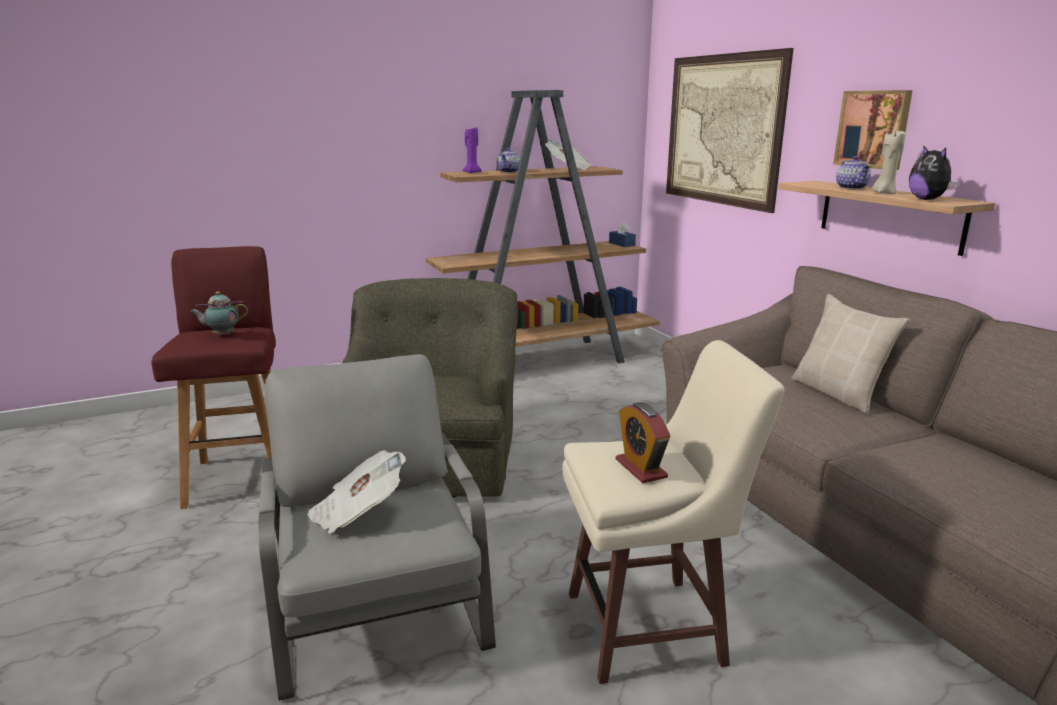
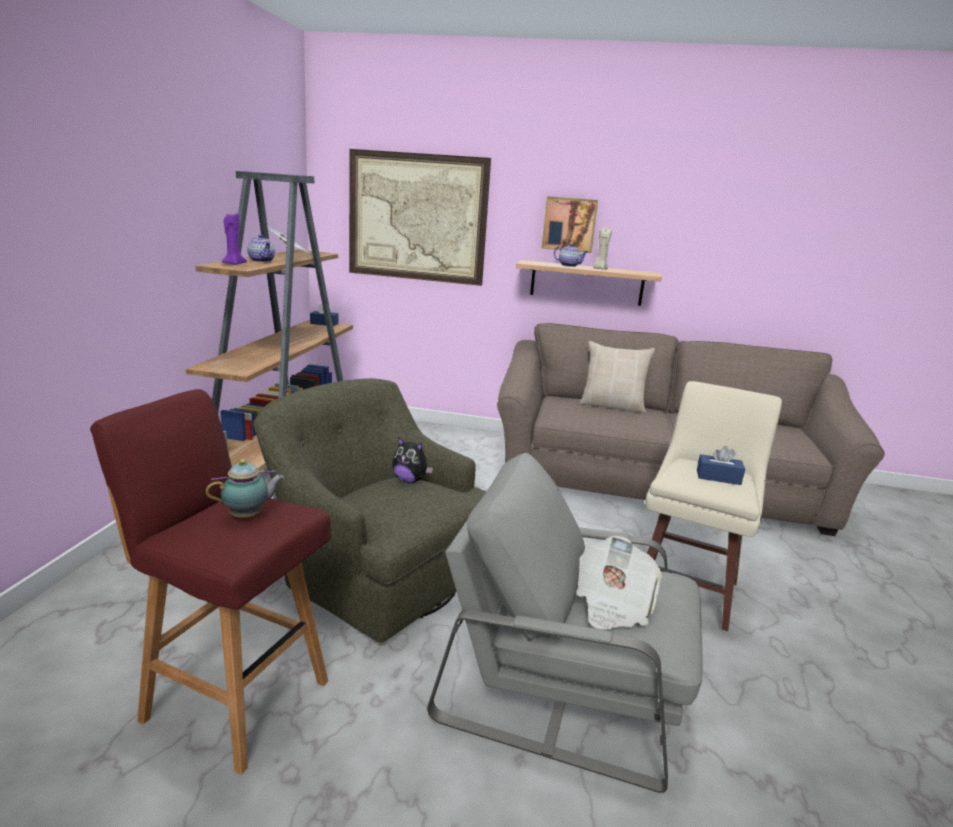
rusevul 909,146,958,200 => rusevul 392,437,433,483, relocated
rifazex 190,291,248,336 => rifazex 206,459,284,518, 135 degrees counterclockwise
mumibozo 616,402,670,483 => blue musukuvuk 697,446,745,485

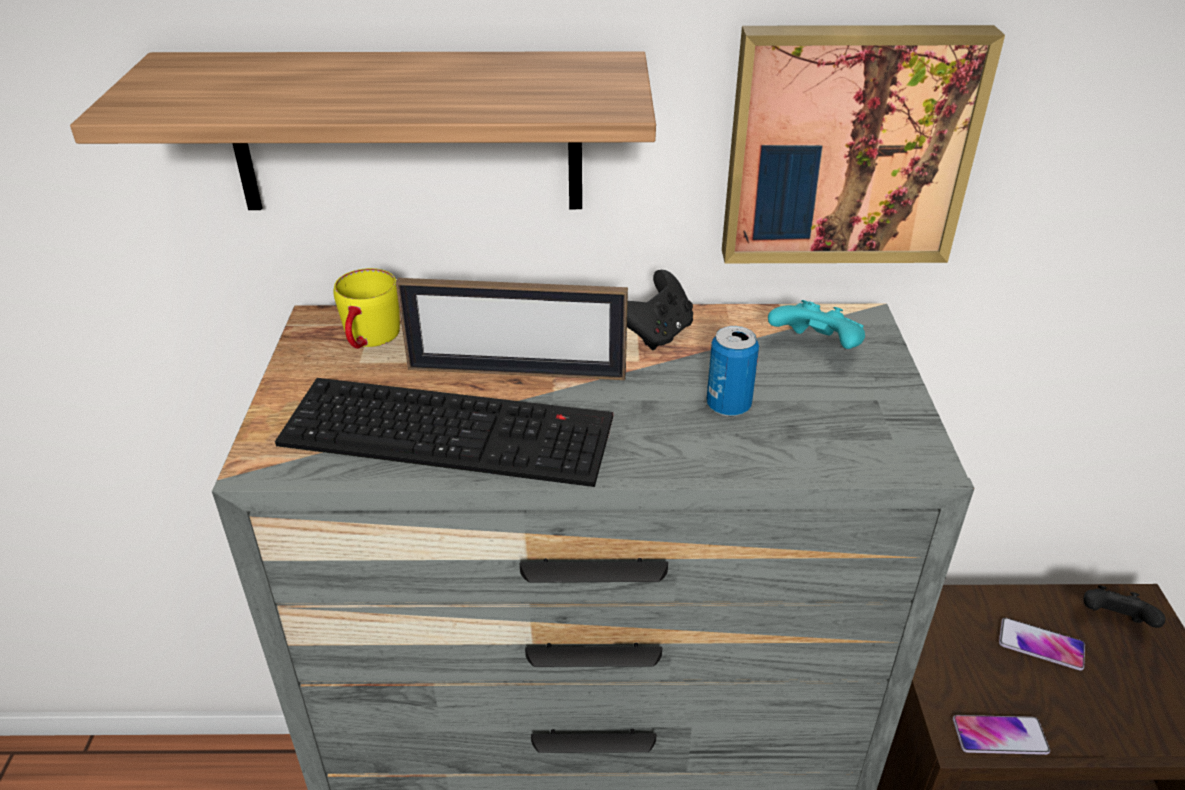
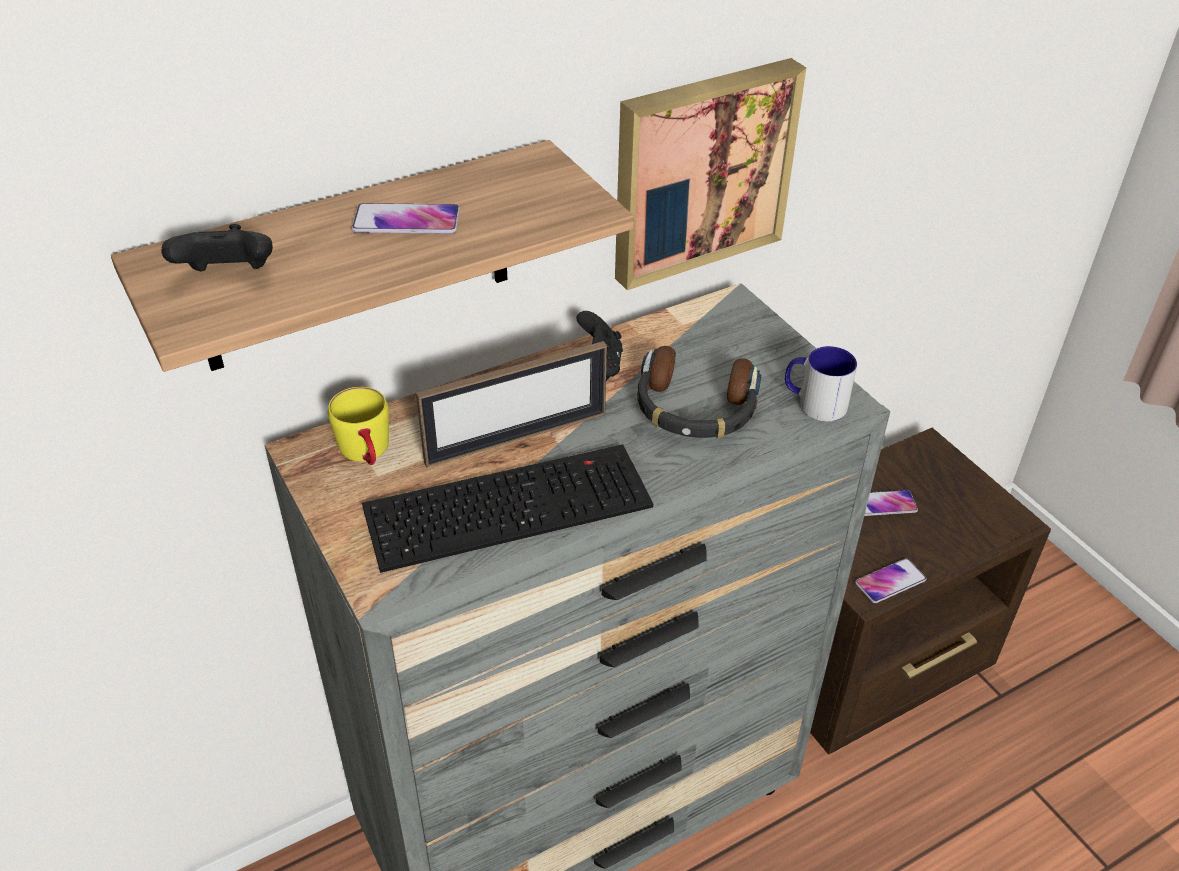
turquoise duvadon 768,300,865,349 => nothing
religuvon 707,326,759,416 => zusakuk 637,346,761,438
black duvadon 1083,585,1165,628 => black duvadon 161,224,273,271, relocated
nothing => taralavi 352,203,460,234
nothing => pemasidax 785,346,857,422

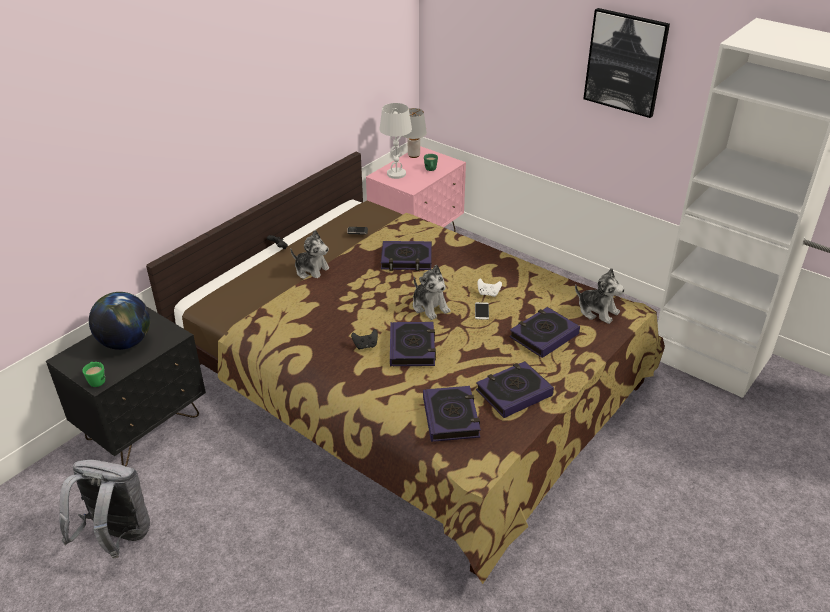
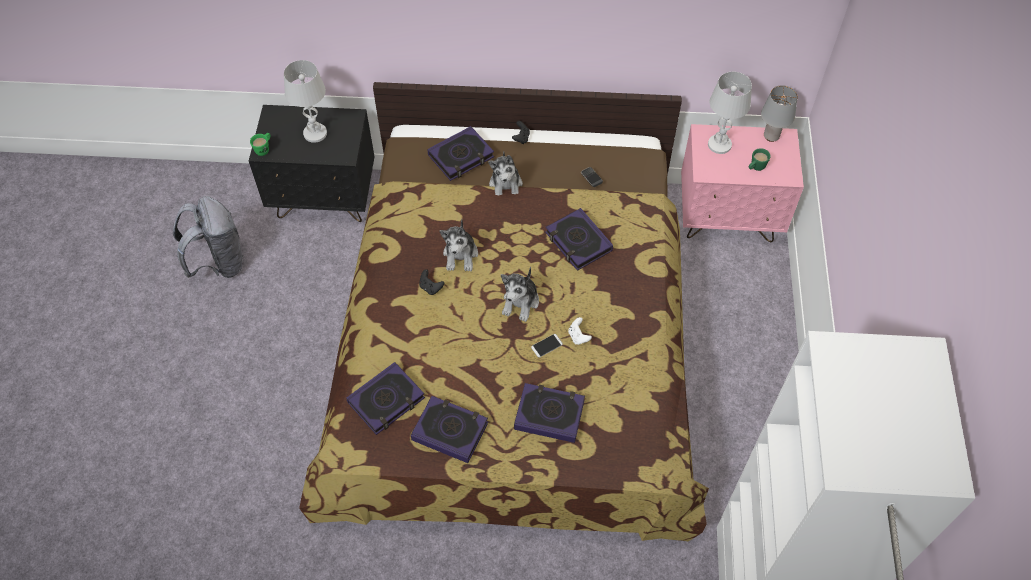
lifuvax 583,8,670,118 => nothing
rusevul 575,268,625,324 => rusevul 440,219,478,272, relocated
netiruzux 89,292,150,350 => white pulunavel 284,60,327,143
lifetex 390,322,436,366 => lifetex 428,126,494,181, relocated

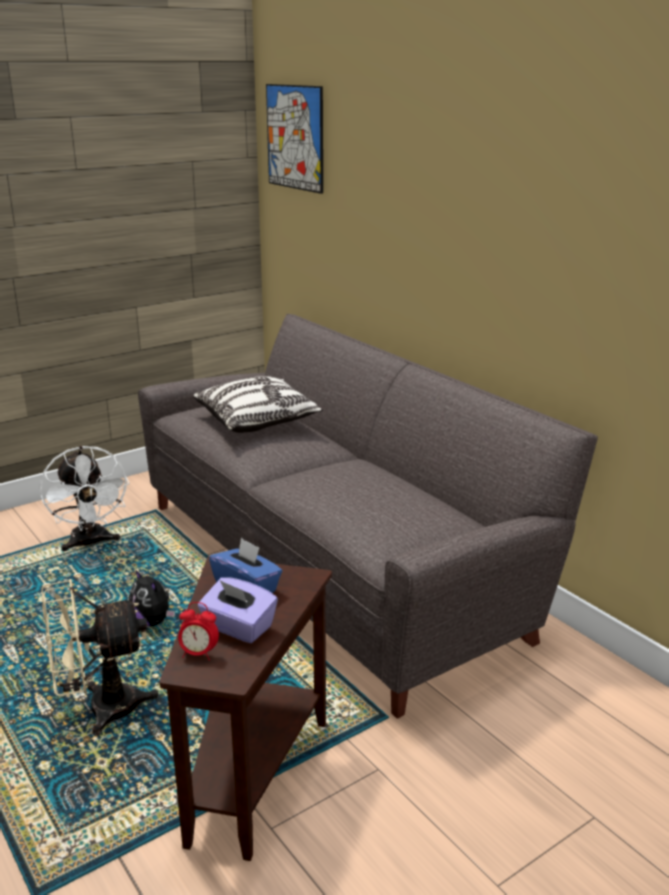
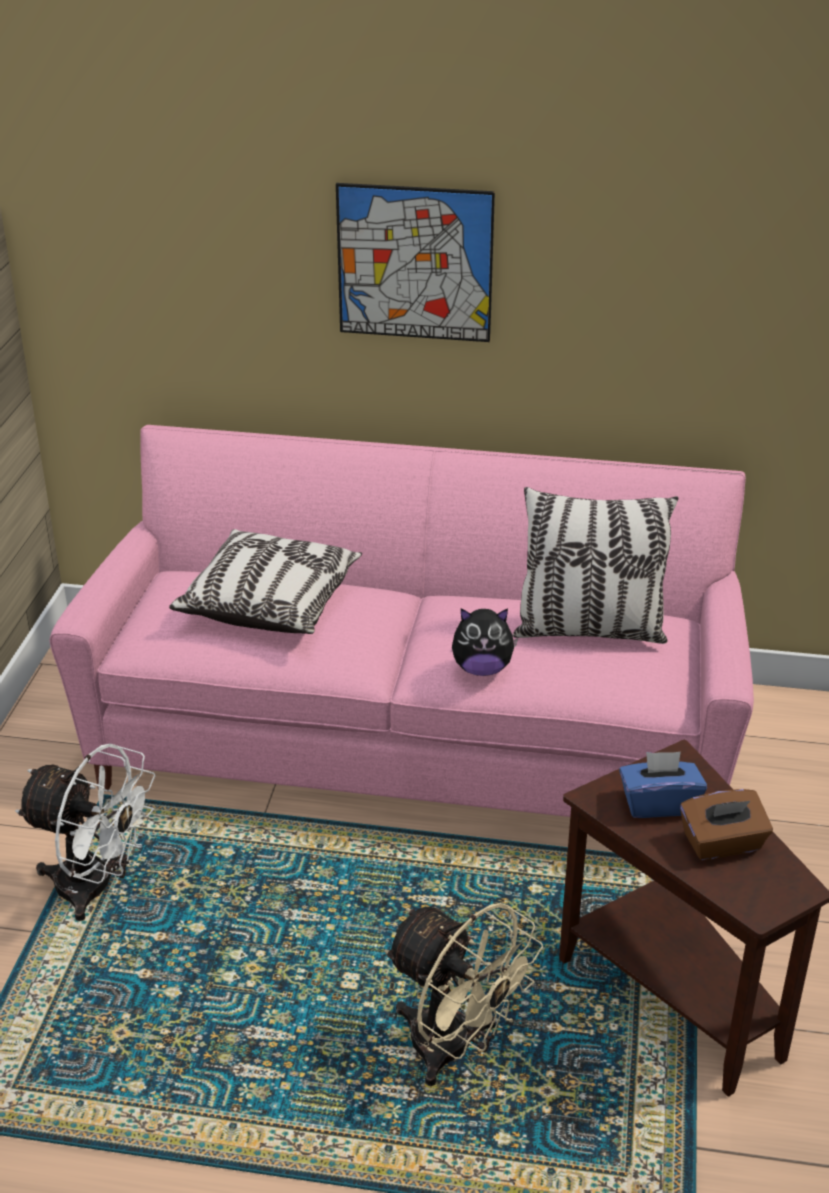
lifuvax 266,84,323,194 => lifuvax 336,183,495,342, relocated
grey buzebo 138,314,598,719 => pink buzebo 50,425,754,817
rusevul 129,569,175,626 => rusevul 452,609,518,676, relocated
purple musukuvuk 198,578,278,643 => brown musukuvuk 680,789,773,860
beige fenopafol 41,579,159,736 => beige fenopafol 384,903,543,1086, 75 degrees counterclockwise
mumibozo 178,602,219,661 => nothing
nothing => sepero 513,487,678,644

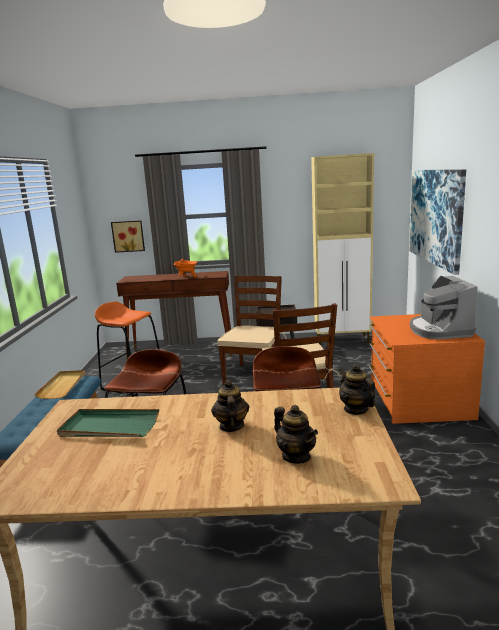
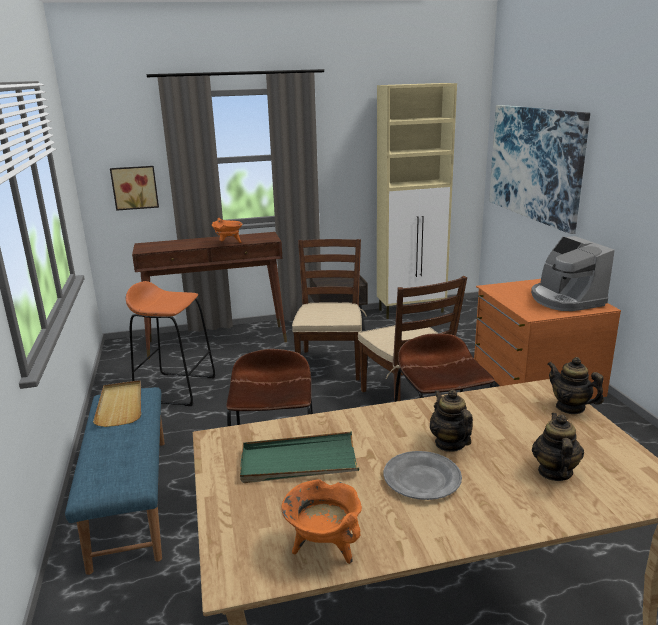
rifazex 274,405,318,464 => rifazex 532,413,584,481, 120 degrees counterclockwise
nothing => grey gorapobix 384,451,462,500
nothing => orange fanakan 281,479,362,564

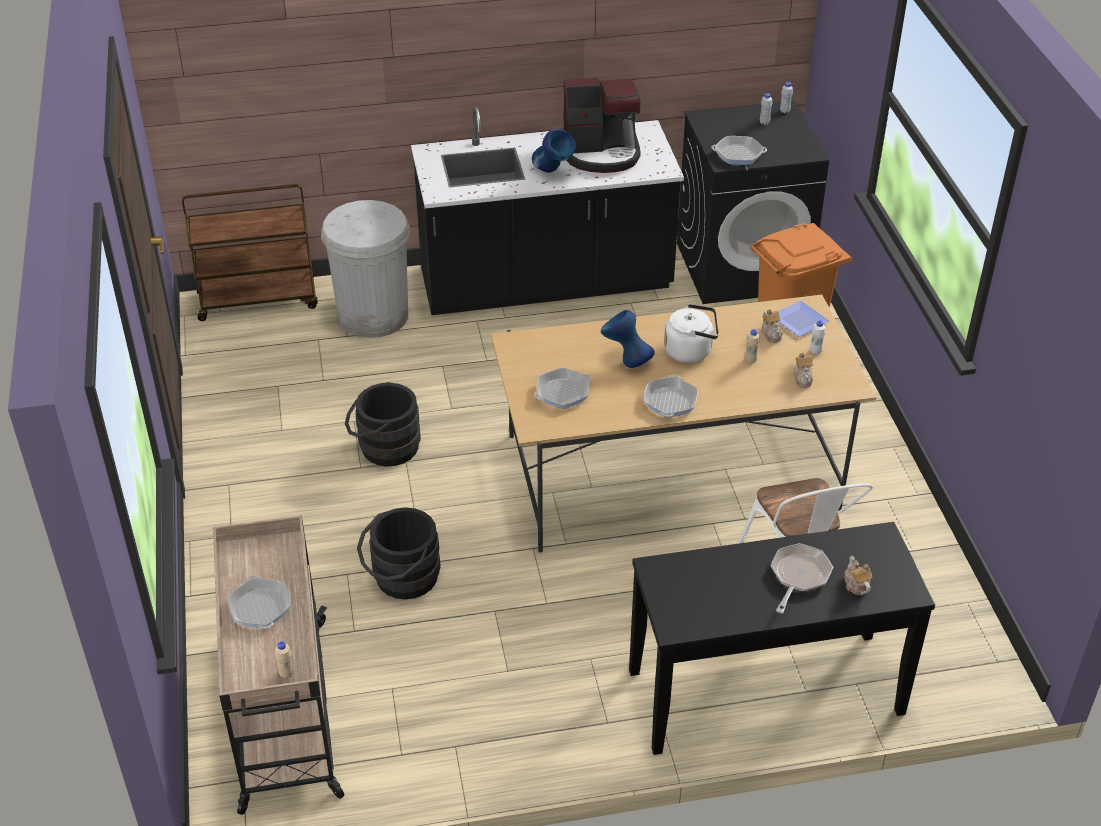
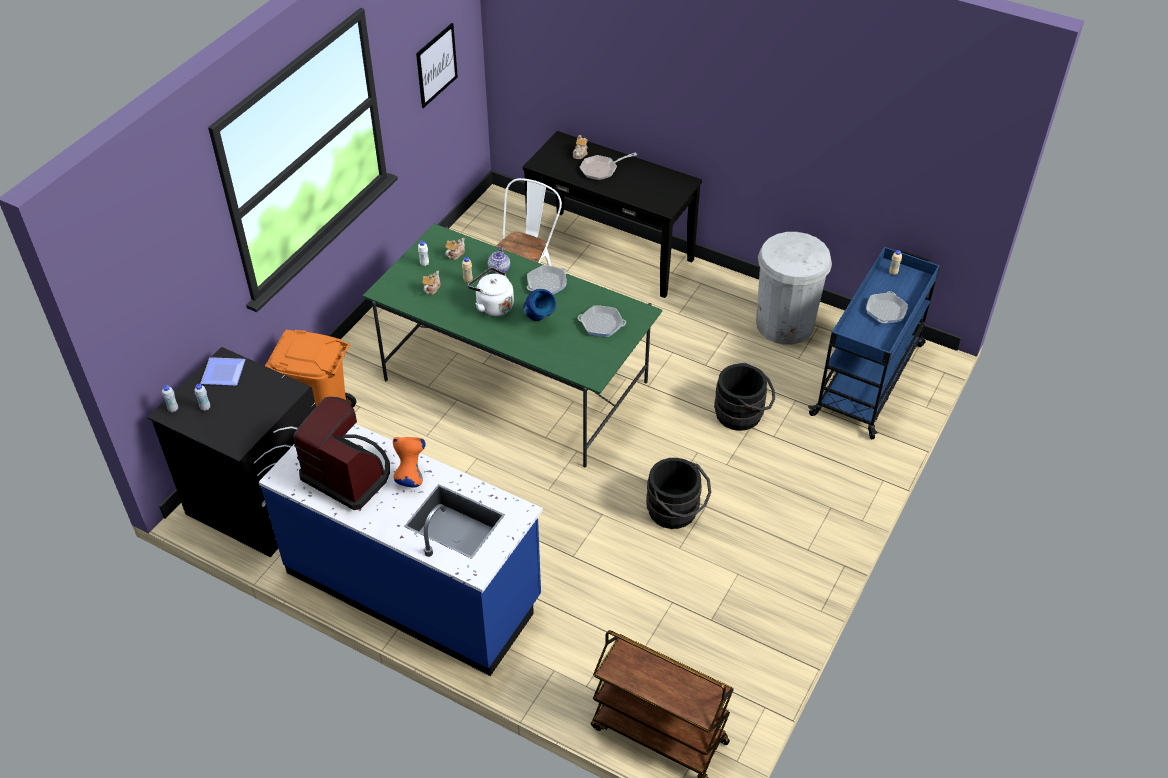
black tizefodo 411,106,684,315 => blue tizefodo 259,424,543,676
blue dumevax 532,129,576,173 => orange dumevax 393,437,425,487
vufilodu 711,136,767,165 => nothing
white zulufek 321,200,410,338 => white zulufek 756,232,832,345, relocated
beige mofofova 491,295,876,552 => green mofofova 363,224,662,467
gorapobix 778,300,830,337 => gorapobix 200,357,246,386, relocated
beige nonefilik 213,515,344,815 => blue nonefilik 808,247,940,439
nothing => lifuvax 416,23,458,108
nothing => rifazex 488,246,510,274

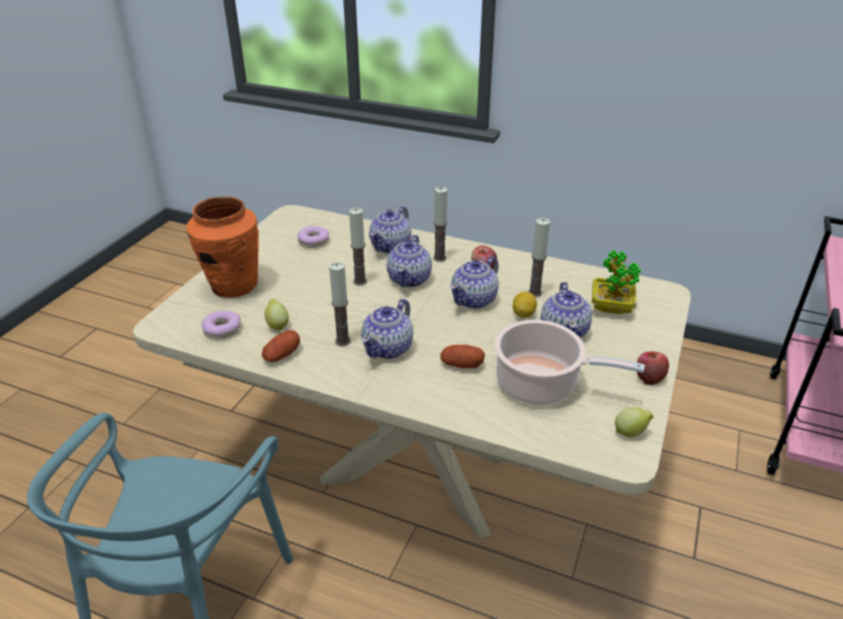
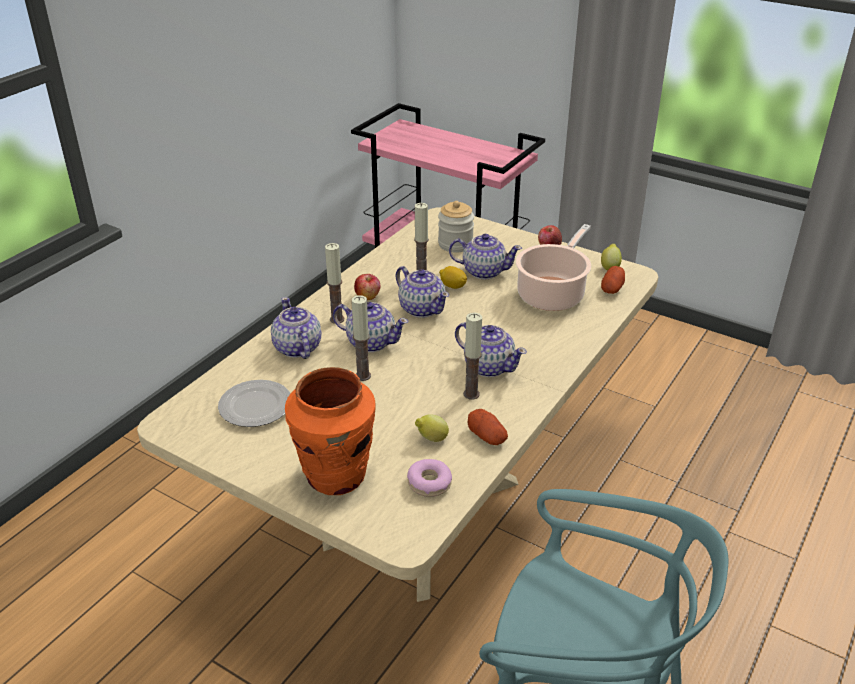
rifazex 369,206,411,254 => rifazex 271,297,321,359, 150 degrees counterclockwise
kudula 297,226,329,248 => gorapobix 218,380,290,427
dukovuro 592,250,641,314 => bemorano 438,201,474,253
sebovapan 441,345,485,368 => sebovapan 601,266,625,294, relocated

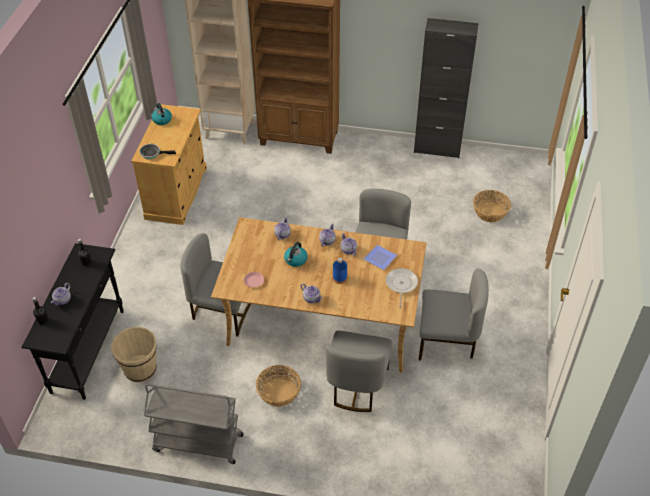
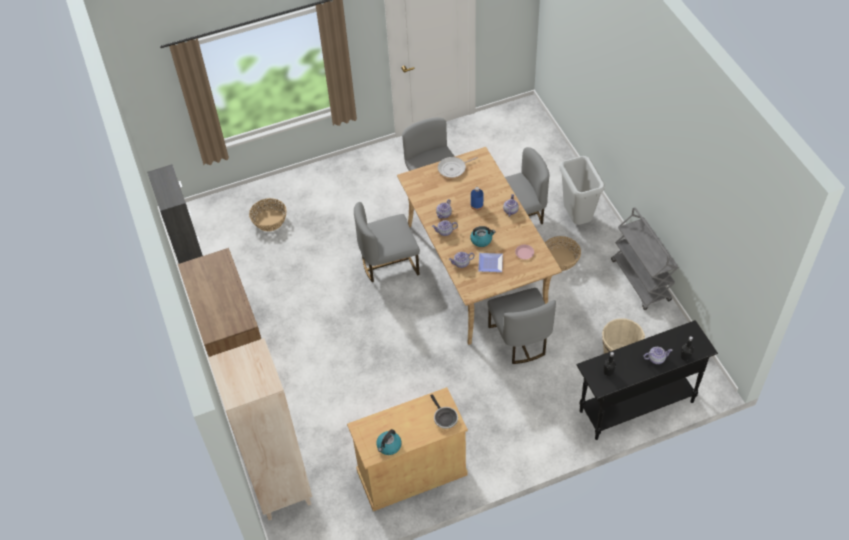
gorapobix 364,245,397,270 => gorapobix 478,253,503,272, relocated
nothing => grey zulufek 560,156,605,225

